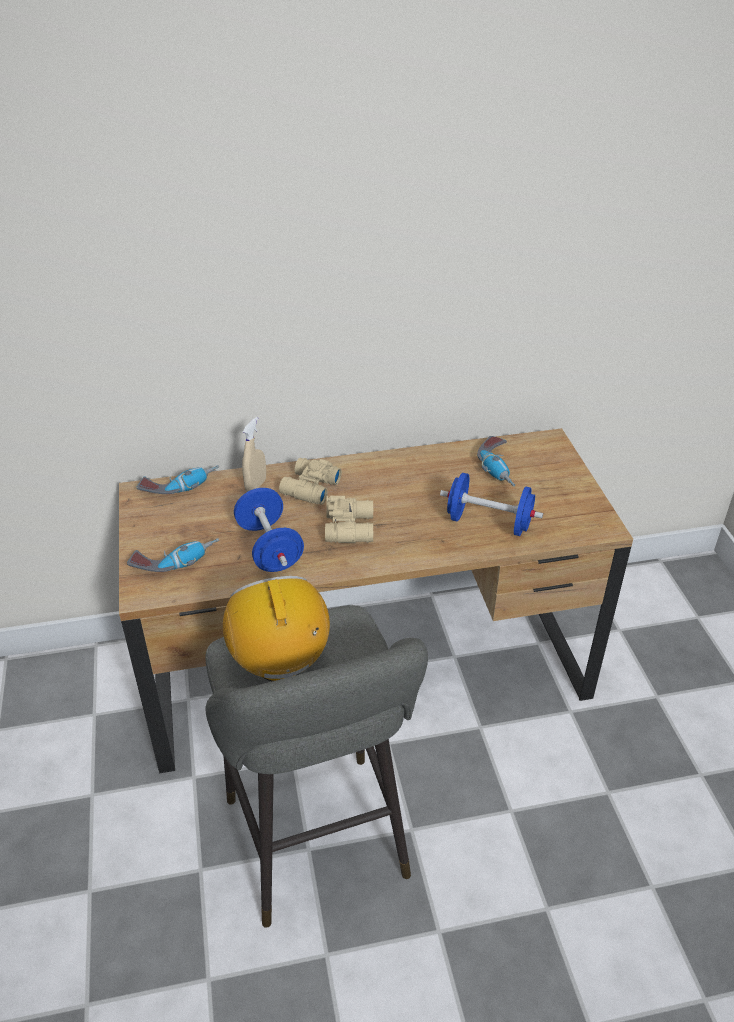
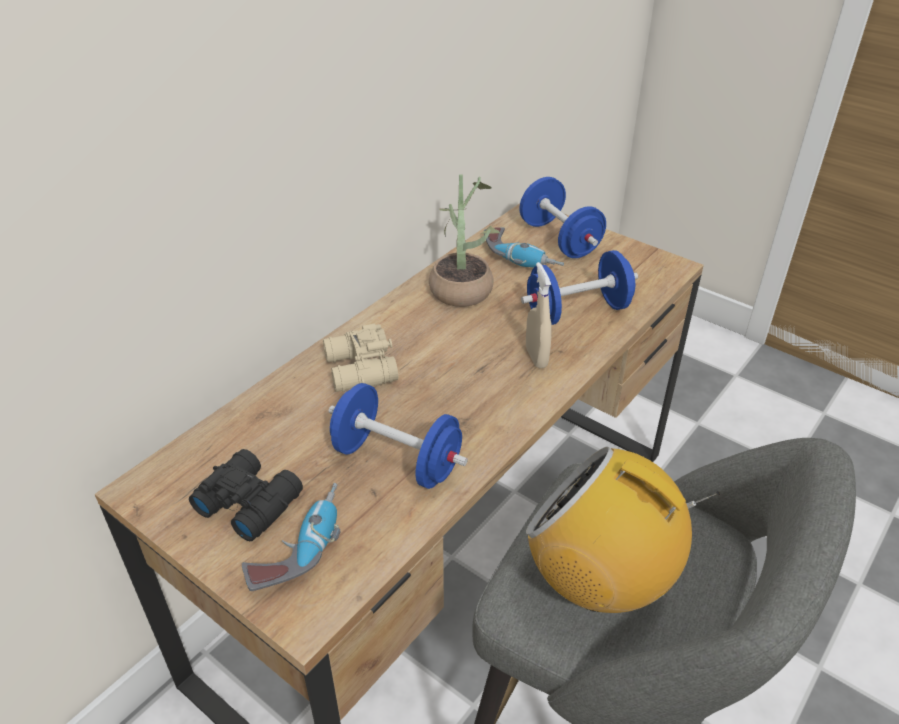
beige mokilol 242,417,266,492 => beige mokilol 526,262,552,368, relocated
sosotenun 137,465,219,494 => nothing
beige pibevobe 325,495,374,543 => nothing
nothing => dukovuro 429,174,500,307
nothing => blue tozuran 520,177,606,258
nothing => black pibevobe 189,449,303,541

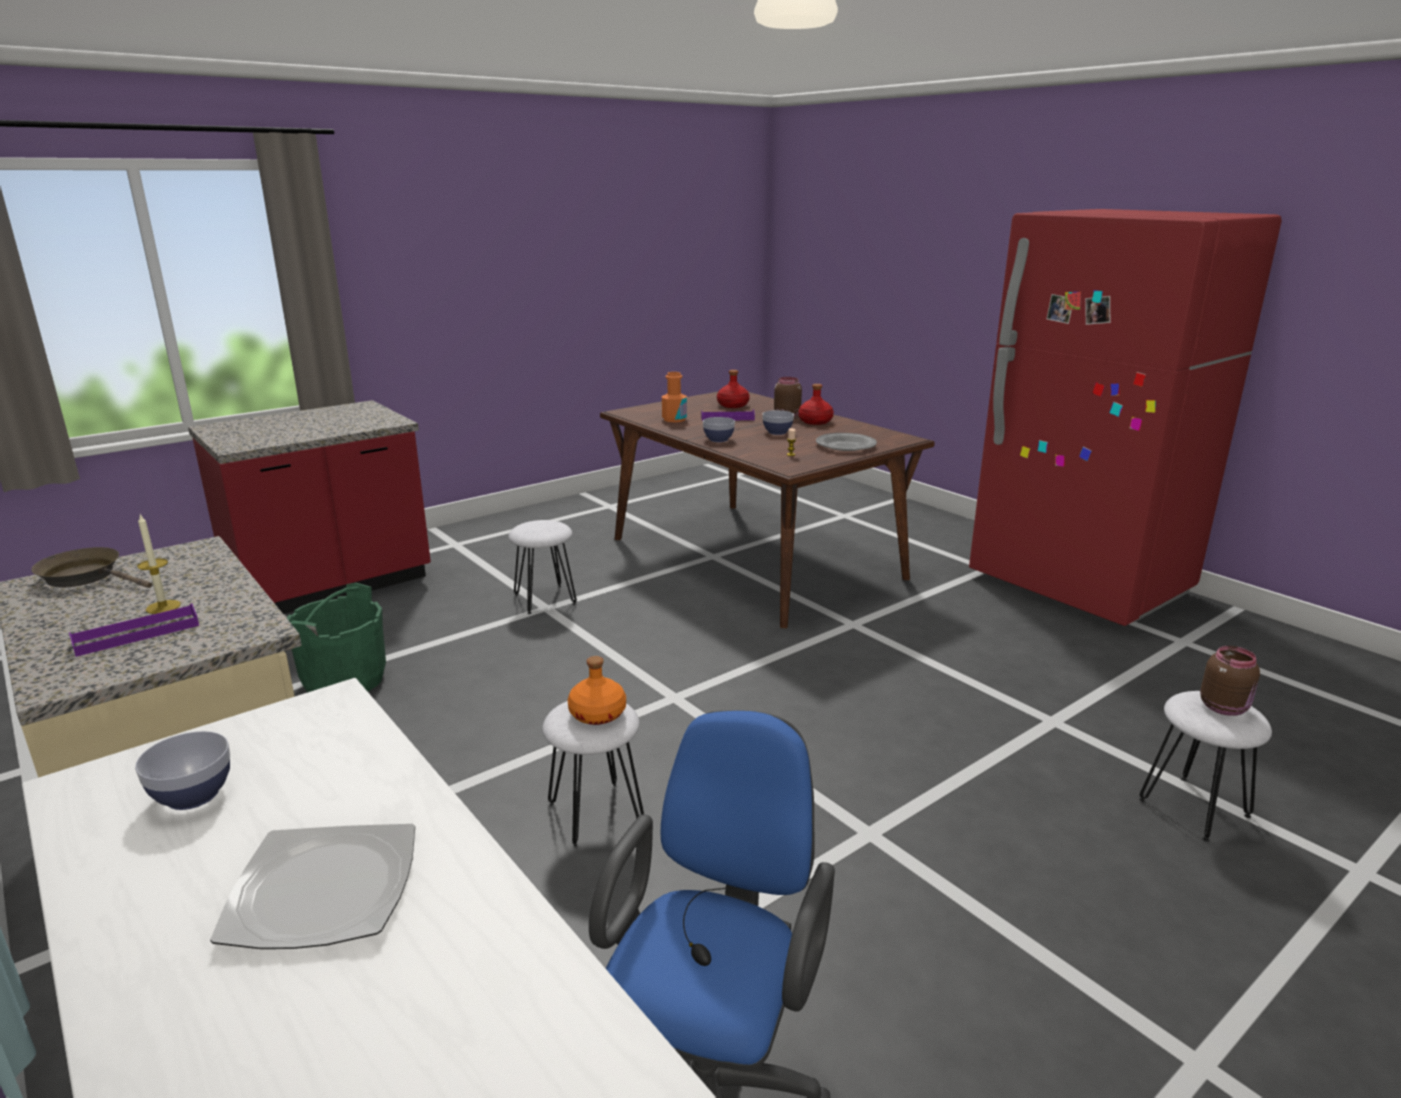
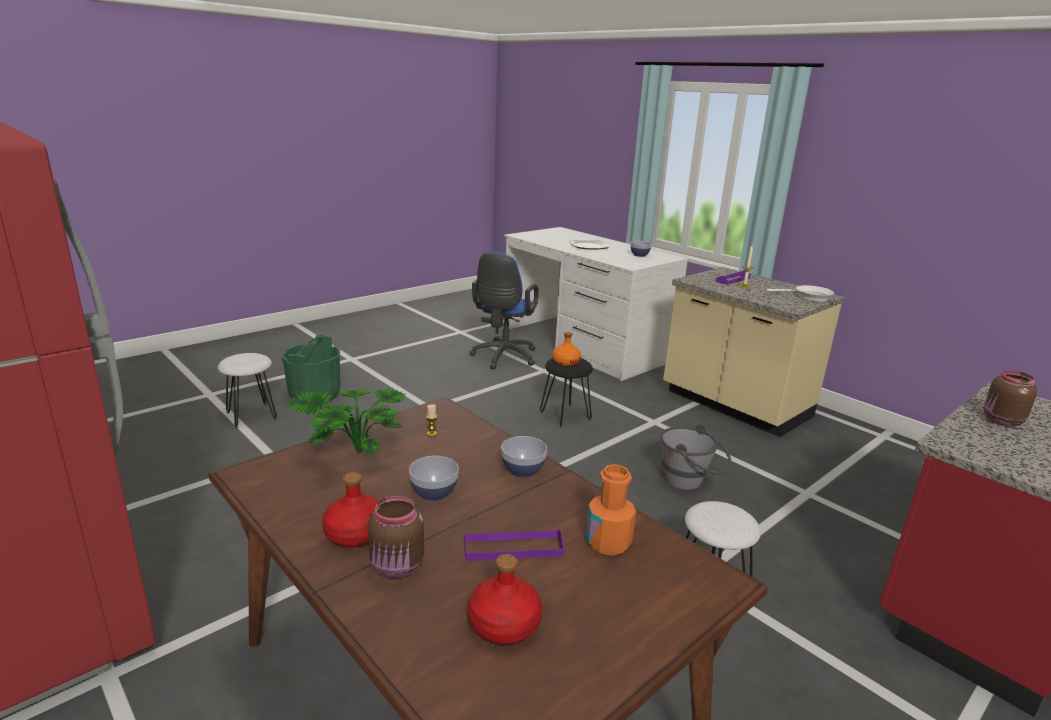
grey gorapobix 816,433,877,451 => dukovuro 288,387,405,454
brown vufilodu 31,547,152,588 => white vufilodu 767,285,834,302
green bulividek 287,583,386,693 => green bulividek 282,335,340,401, relocated
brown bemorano 1200,646,1260,716 => brown bemorano 983,370,1037,427, relocated
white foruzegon 542,701,644,848 => black foruzegon 540,358,593,428
nothing => grey bulividek 660,424,732,490

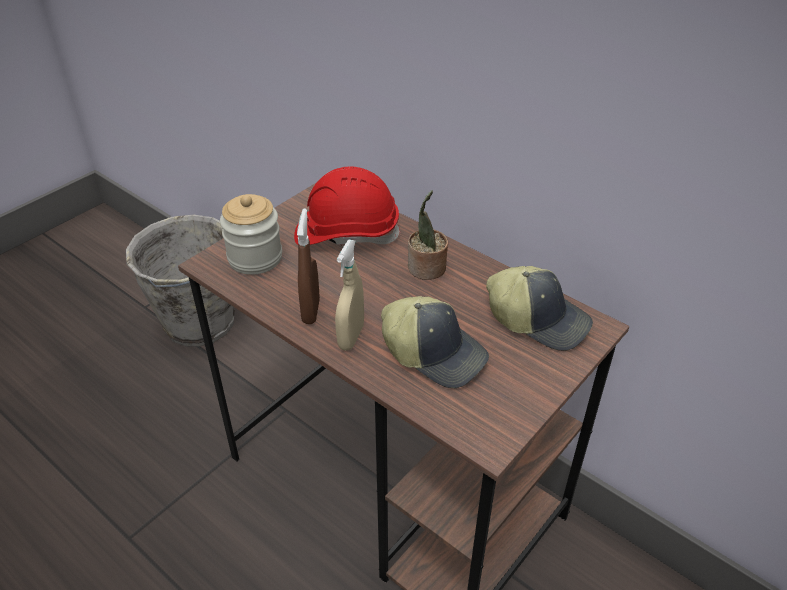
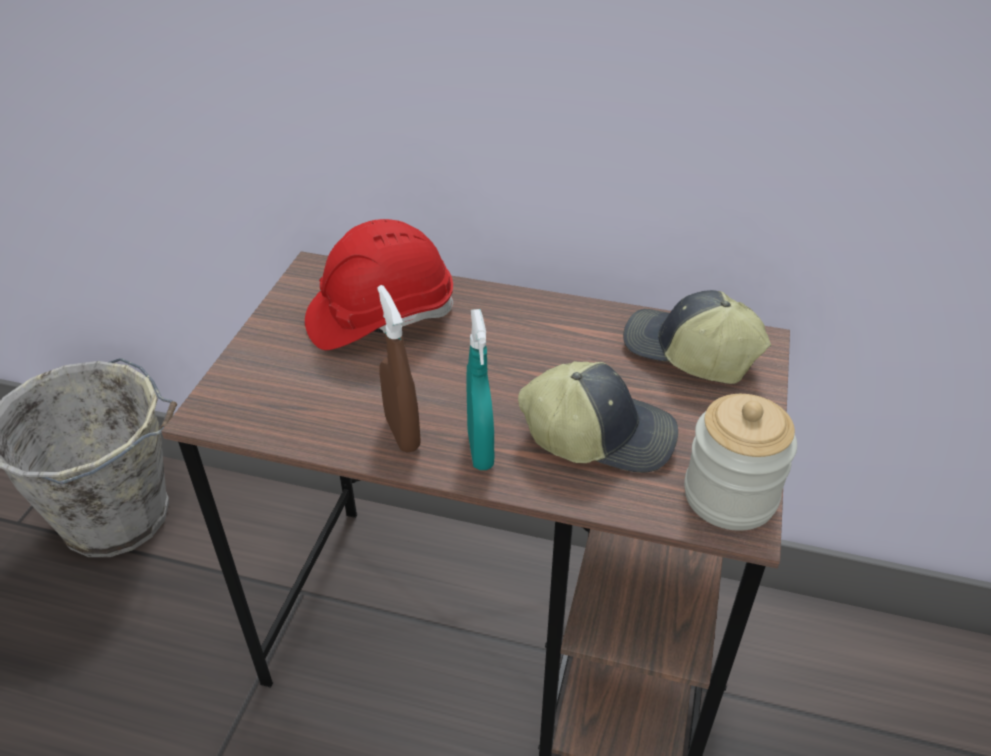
dukovuro 408,190,448,280 => nothing
bemorano 220,194,282,275 => bemorano 684,394,797,531, relocated
beige mokilol 335,240,364,351 => turquoise mokilol 466,309,494,470
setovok 486,266,593,351 => setovok 623,290,771,384, 150 degrees counterclockwise

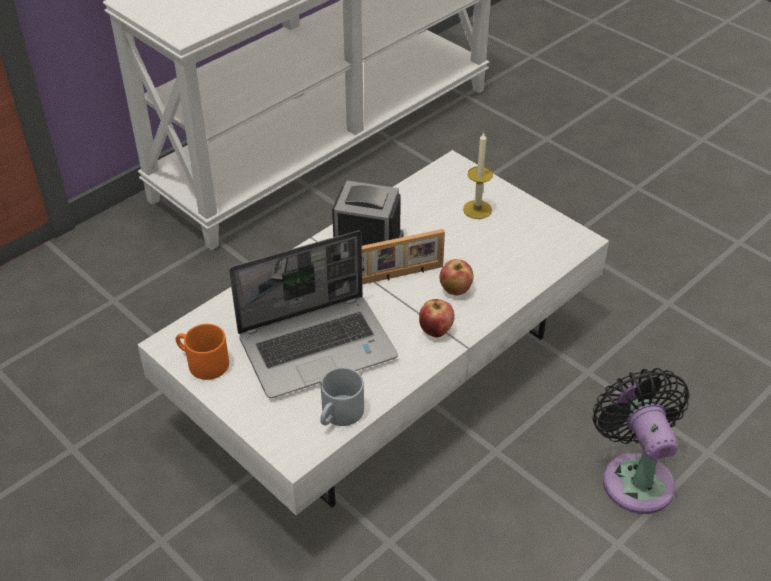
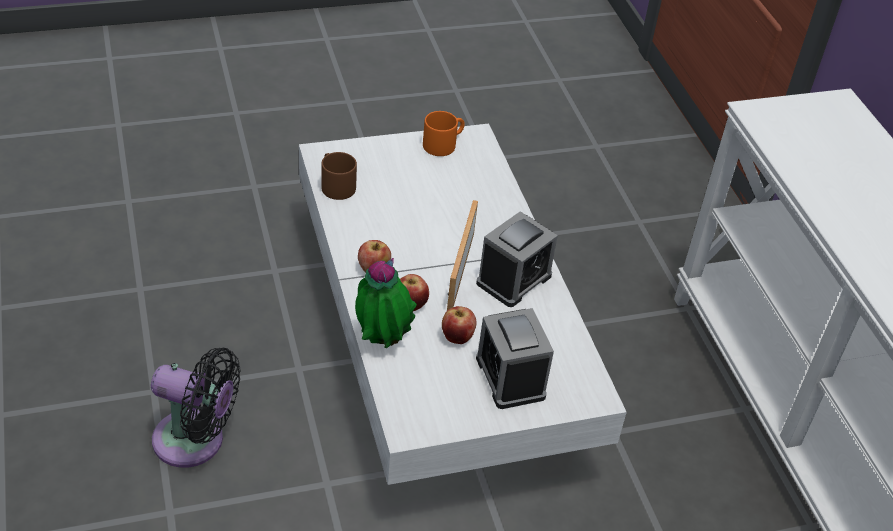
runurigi 463,132,493,219 => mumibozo 476,308,554,409
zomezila 229,231,398,398 => nothing
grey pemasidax 320,367,364,426 => brown pemasidax 321,152,357,200
nothing => dukovuro 355,258,417,348
nothing => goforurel 442,306,477,344

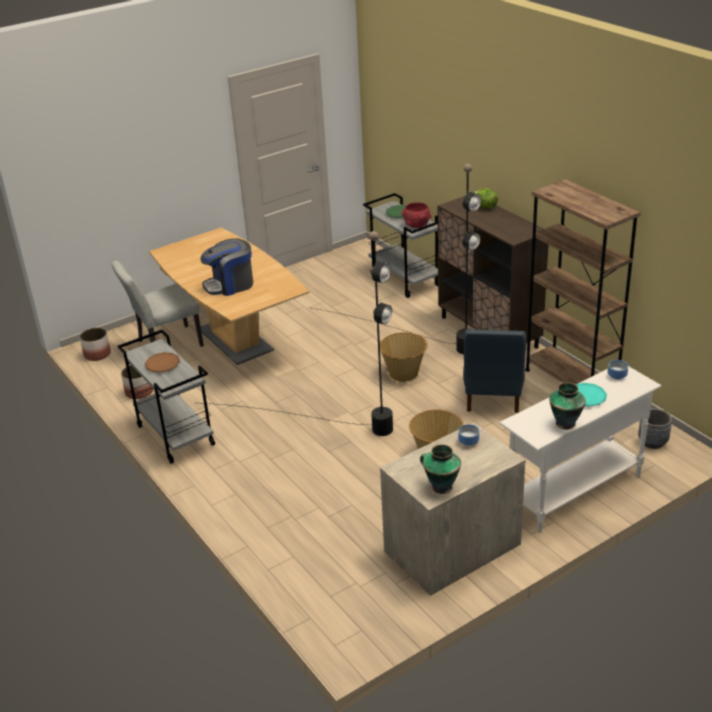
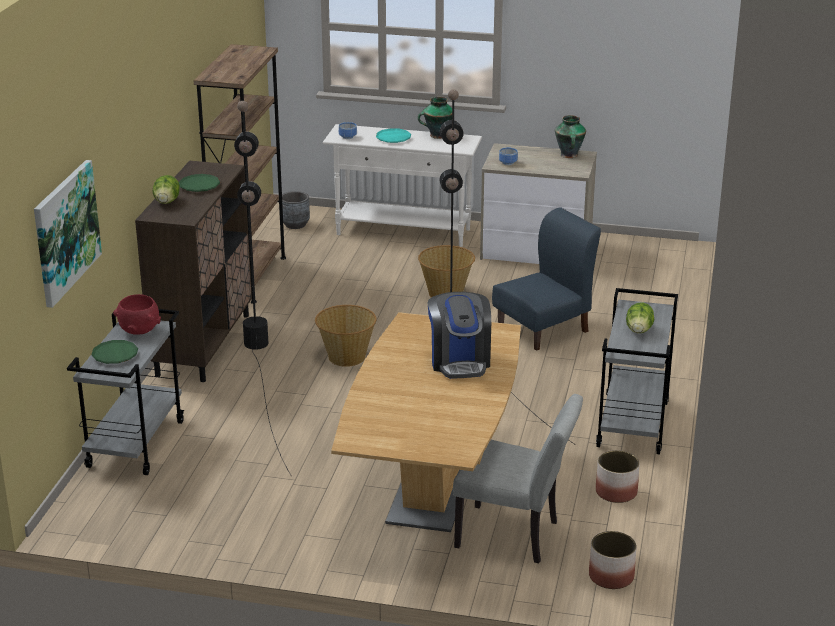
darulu 200,238,253,296 => darulu 428,292,491,379, 60 degrees clockwise
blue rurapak 463,329,526,413 => blue rurapak 492,207,601,351, relocated
brown gorapobix 145,352,180,373 => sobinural 626,302,654,333
nothing => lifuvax 34,160,102,308
nothing => green gorapobix 179,174,220,192

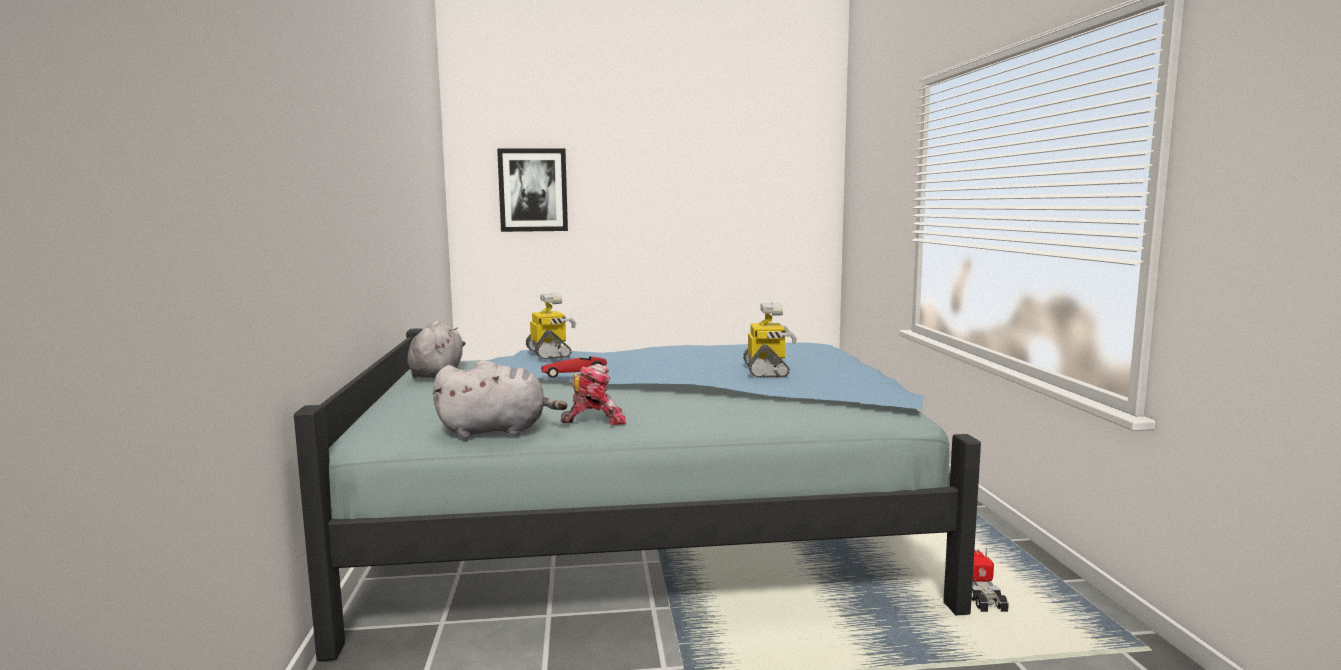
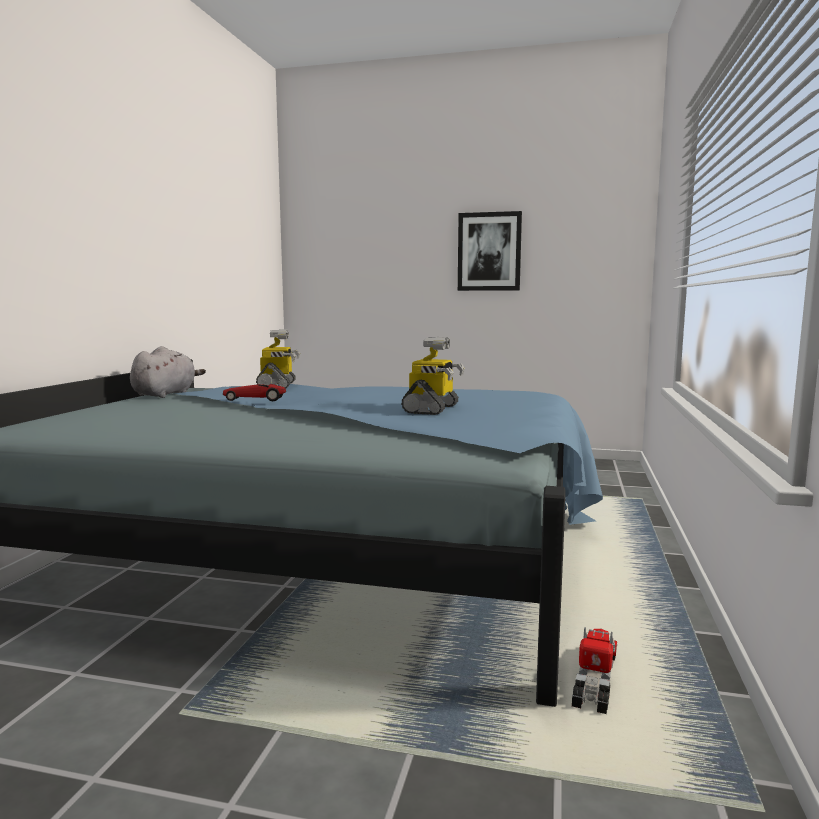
lifuvax 497,148,568,232 => lifuvax 458,211,522,291, relocated
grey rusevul 433,360,567,438 => nothing
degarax 561,364,626,425 => nothing

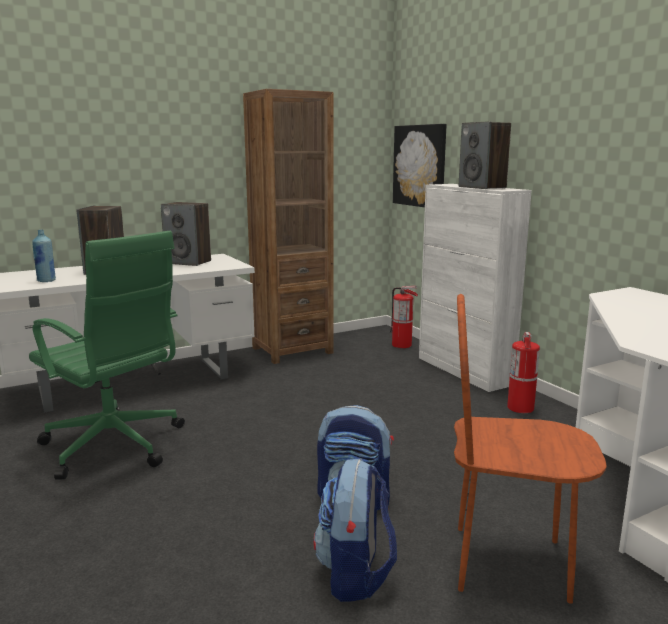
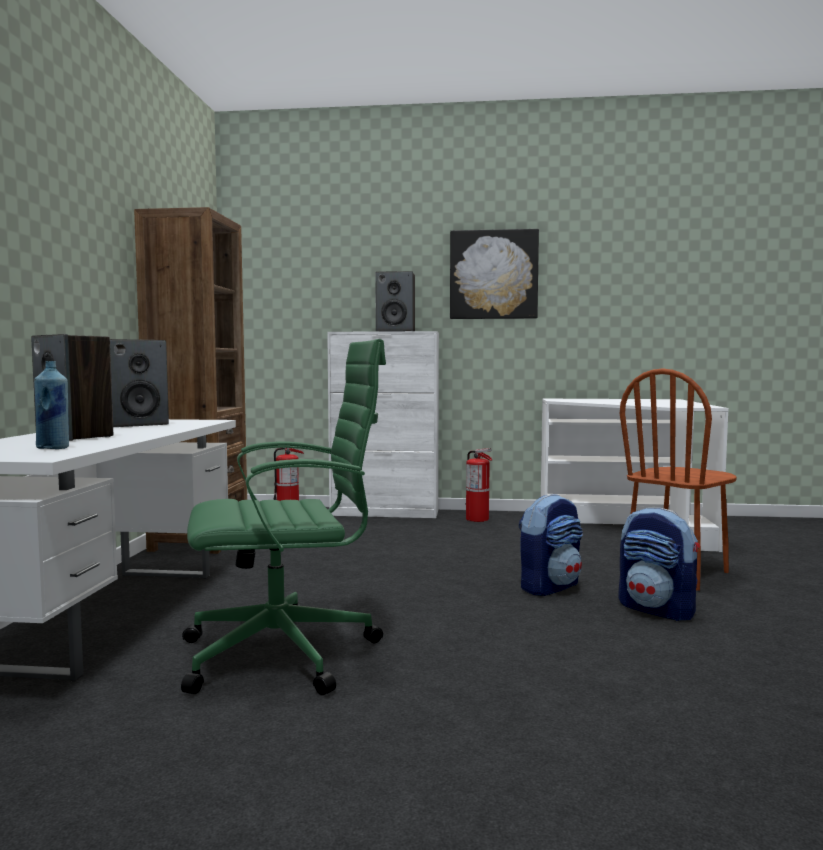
lifuvax 393,124,446,207 => lifuvax 450,229,539,319, relocated

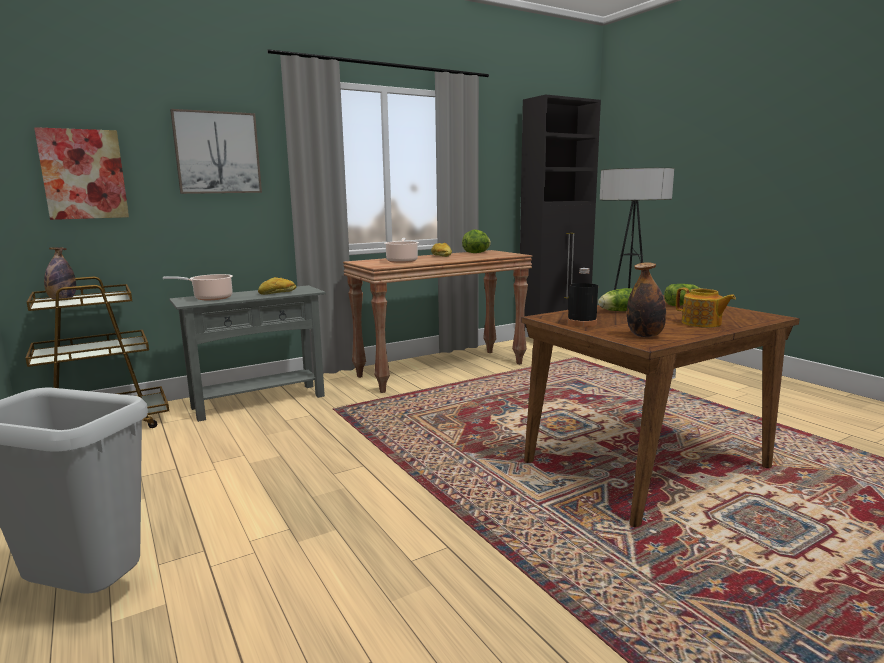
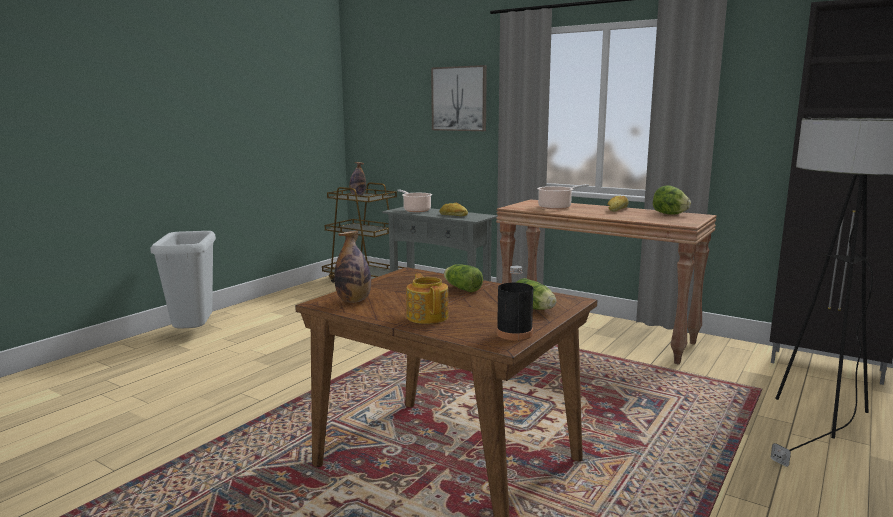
lifuvax 34,127,129,220 => nothing
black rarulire 567,268,598,327 => black rarulire 497,266,533,340, relocated
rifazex 676,288,736,328 => rifazex 406,274,448,324, 135 degrees clockwise

